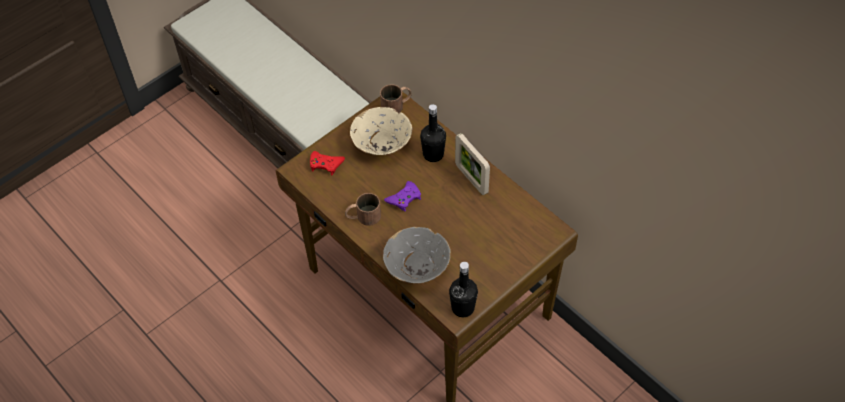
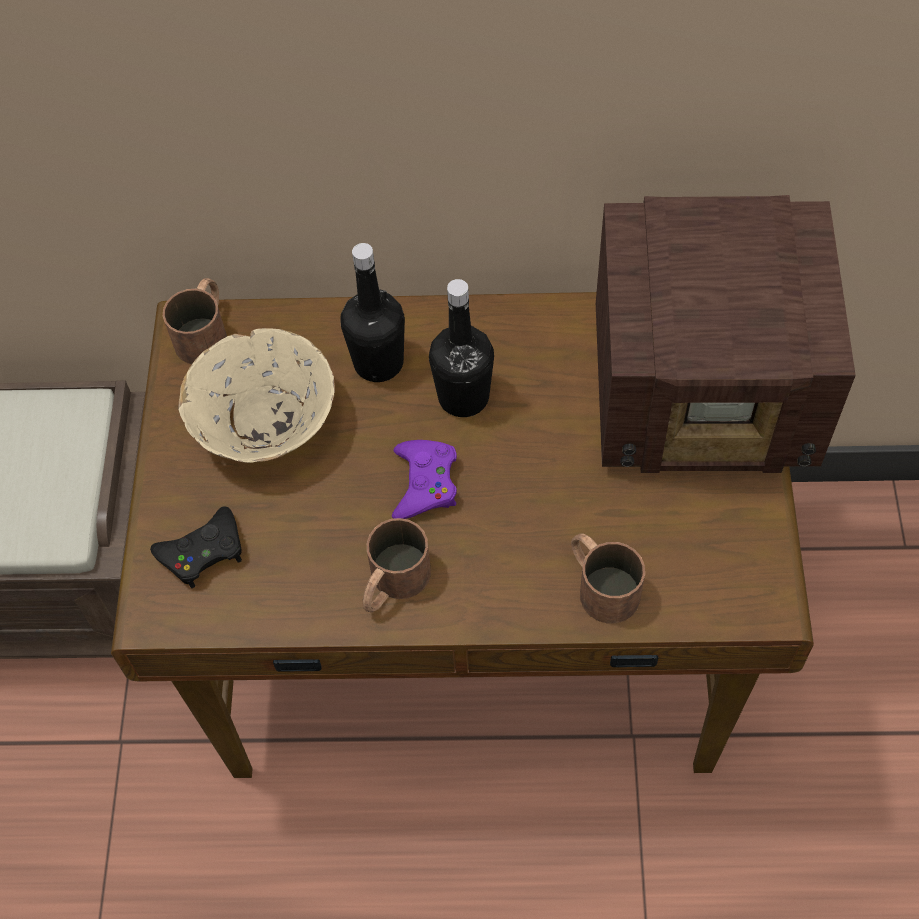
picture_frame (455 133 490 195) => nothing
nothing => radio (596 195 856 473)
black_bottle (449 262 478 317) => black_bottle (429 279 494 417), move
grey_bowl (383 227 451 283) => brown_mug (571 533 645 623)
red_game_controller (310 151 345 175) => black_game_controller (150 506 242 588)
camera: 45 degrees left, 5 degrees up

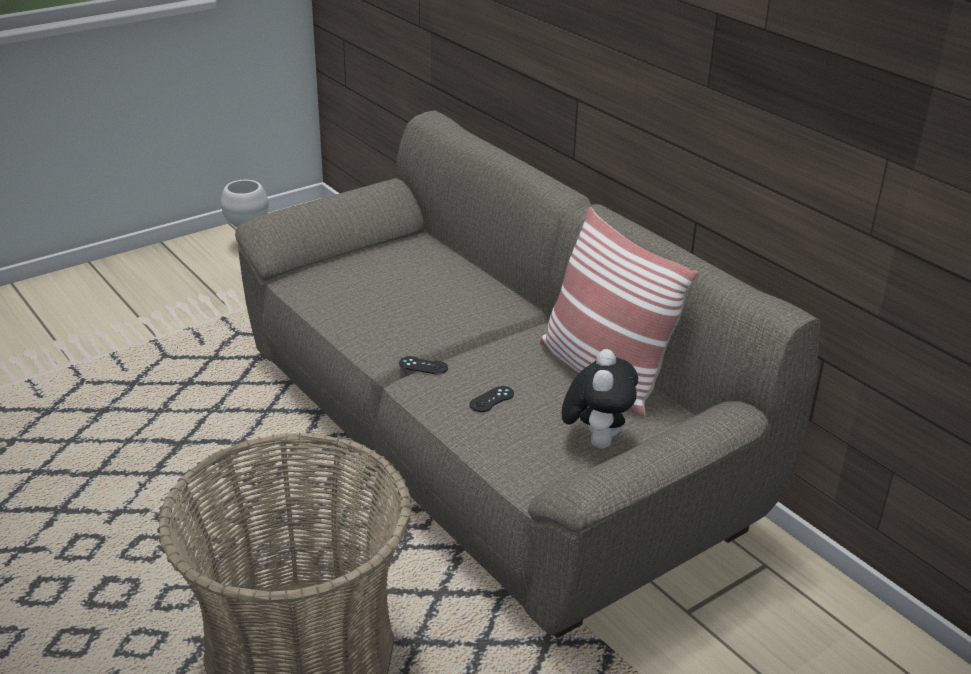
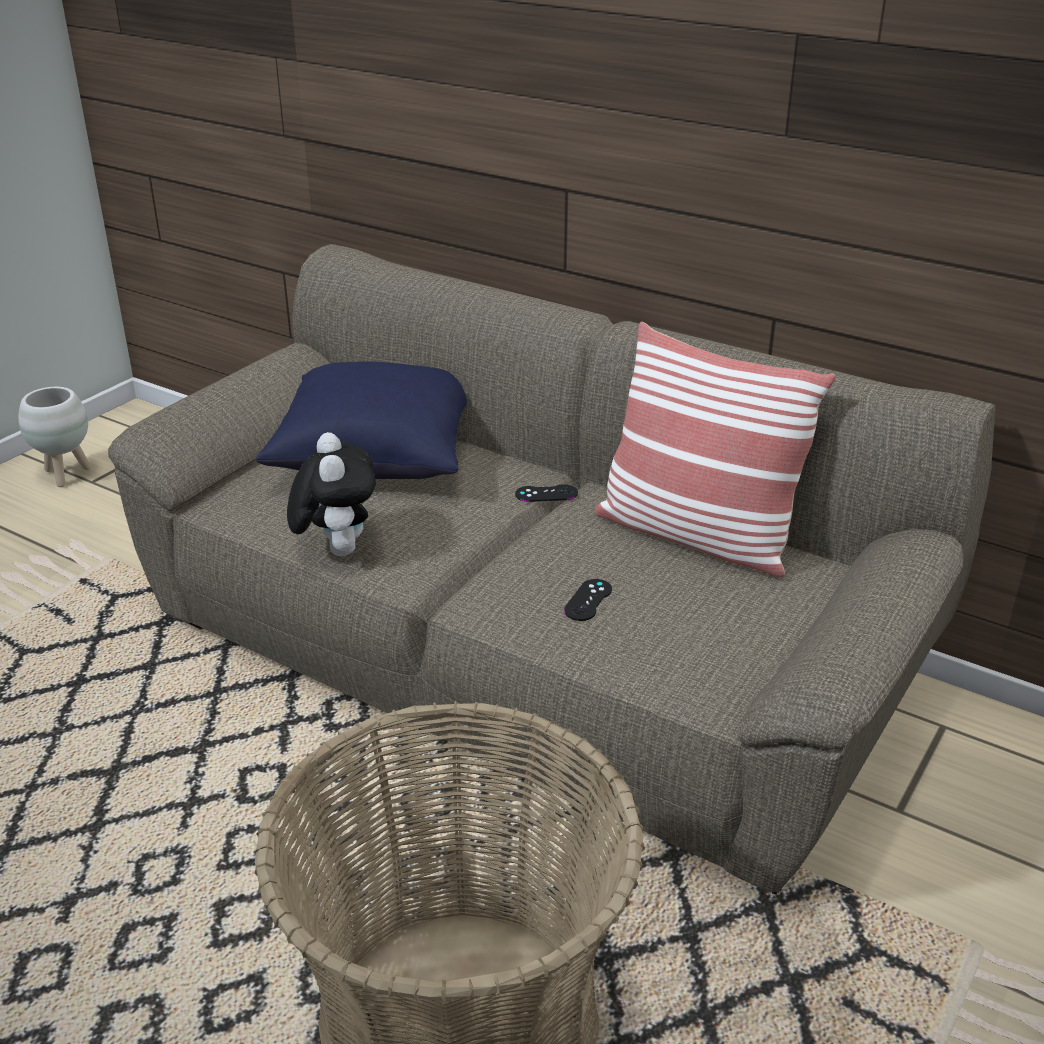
nothing => blue_pillow (256 361 467 479)
black_game_controller (399 356 448 374) => black_game_controller (515 484 578 502), move
plush_toy (562 349 638 448) => plush_toy (287 432 376 556), move
camera: 20 degrees left, 0 degrees up

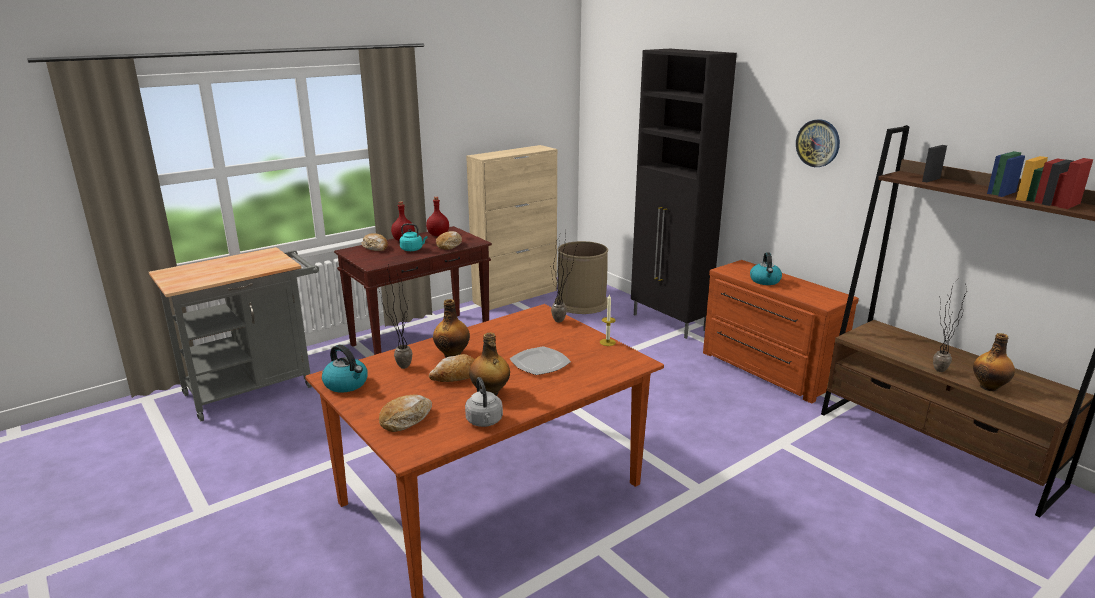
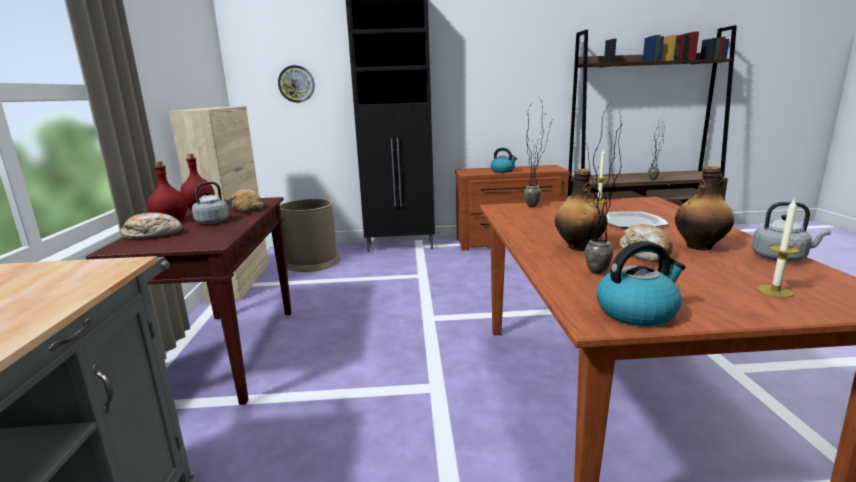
bottle (973 333 1015 391) => nothing
wall_clock (796 119 840 167) => wall_clock (278 65 315 103), move
bread (379 394 432 432) => candle (758 198 800 298)
turquoise_kettle (399 223 427 251) => grey_kettle (192 182 235 224)
camera: 55 degrees left, 5 degrees down

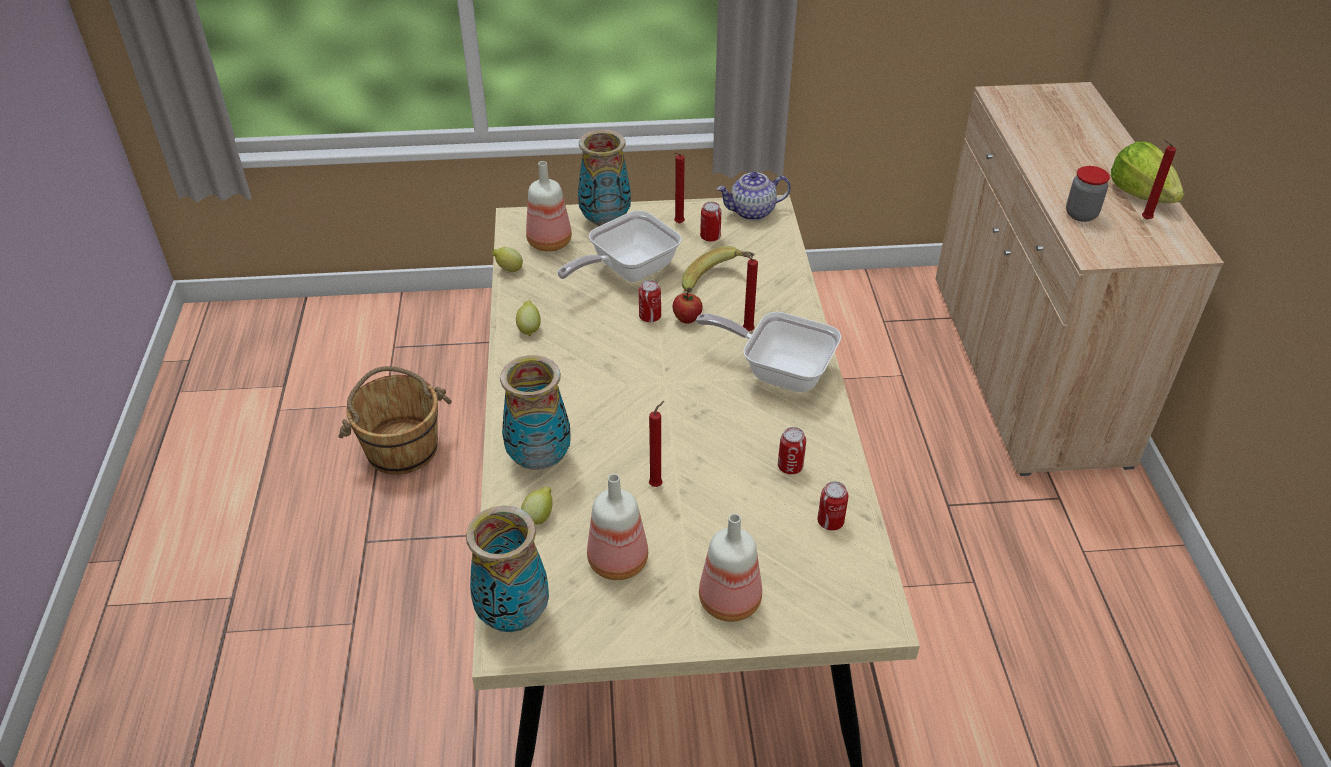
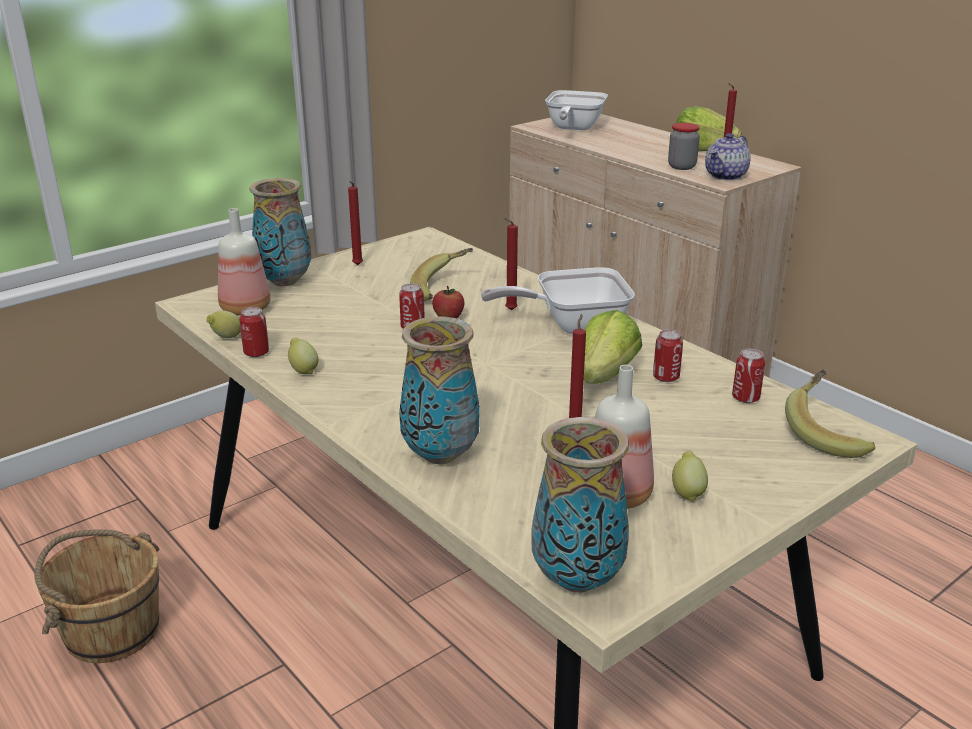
bottle (699 514 762 622) => nothing
nothing => lettuce (584 310 642 384)
nothing => banana (785 369 875 458)
lemon (521 487 553 524) => lemon (672 451 708 502), move
frying_pan (558 210 682 282) => frying_pan (545 90 608 130), move
can (700 201 721 242) => can (239 307 269 357), move
teapot (717 172 791 221) => teapot (705 133 750 181), move
camera: 35 degrees left, 15 degrees down

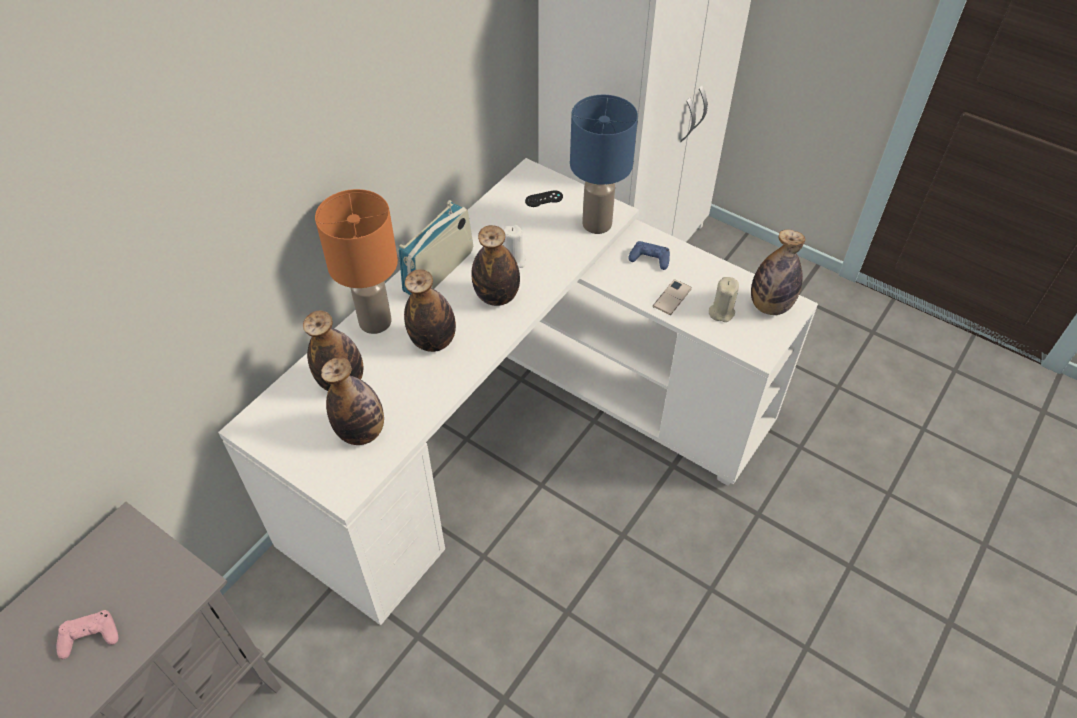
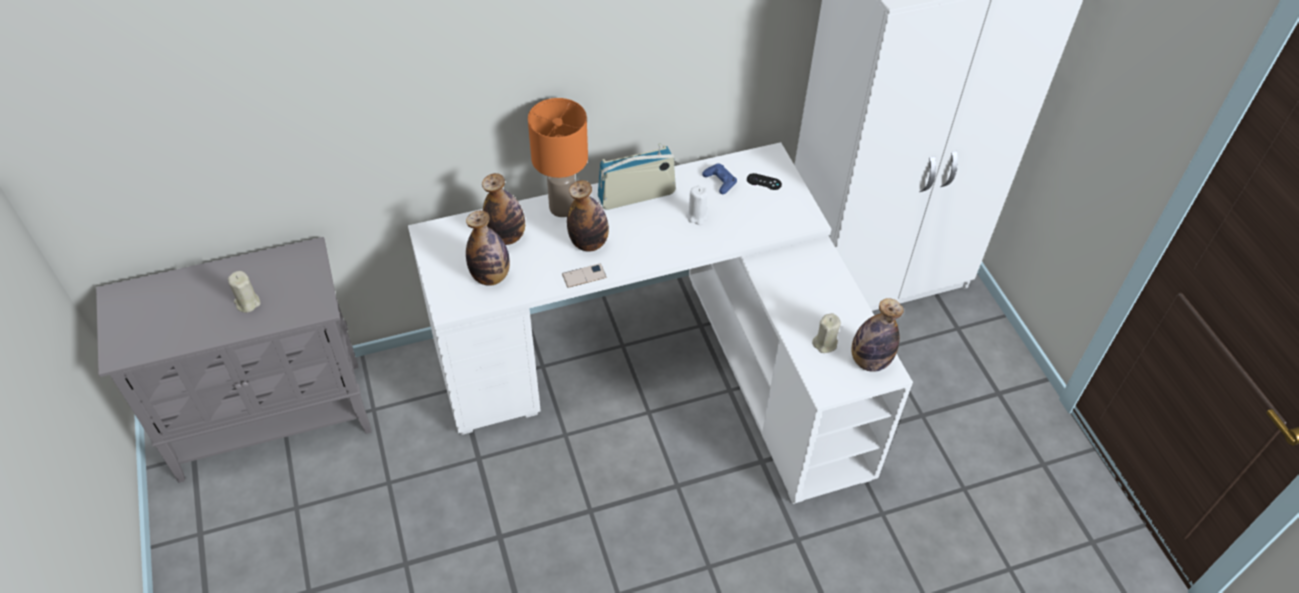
bottle (471 225 520 306) => nothing
blue_table_lamp (570 95 638 234) => nothing
blue_game_controller (628 241 670 270) => blue_game_controller (702 163 737 194), move
phone (653 279 692 315) => phone (562 264 606 288), move
pink_game_controller (57 610 118 659) => beige_candle (228 271 260 313)
camera: 35 degrees right, 0 degrees up

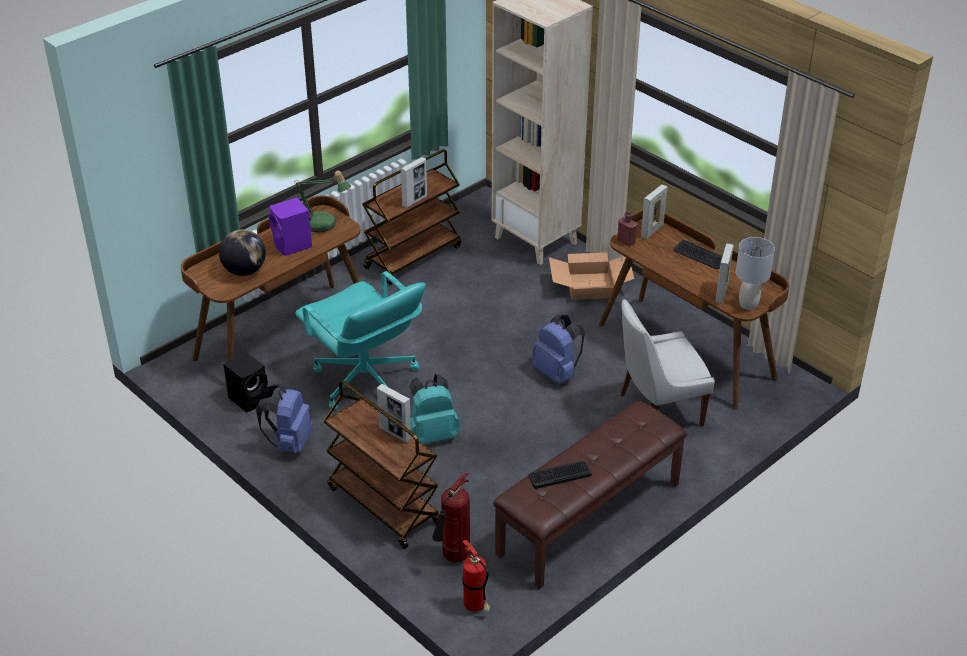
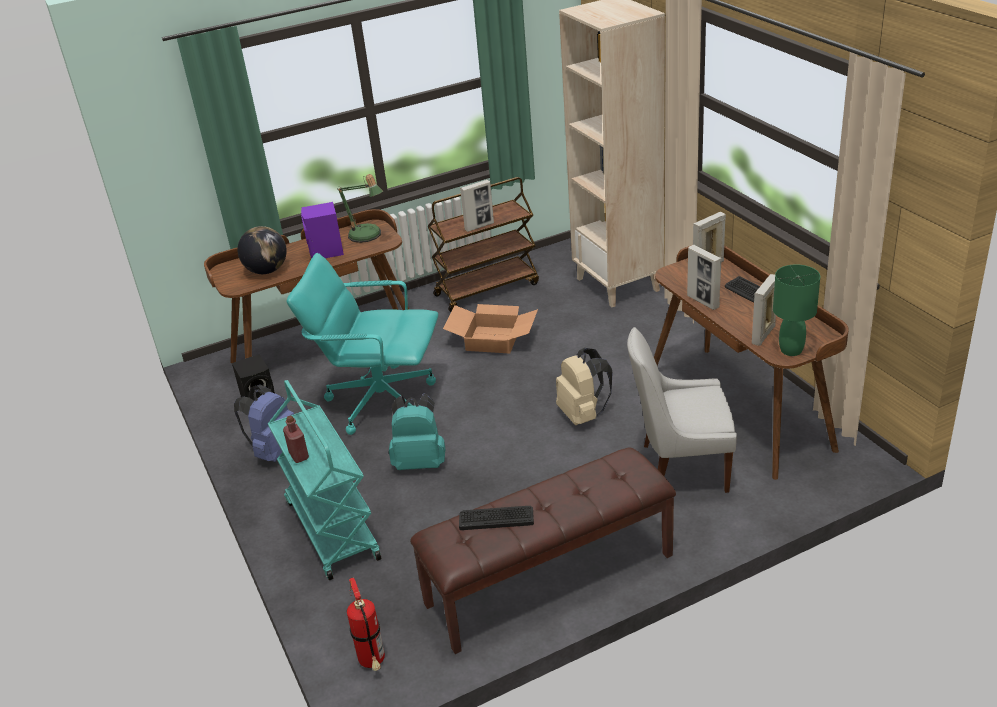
fire_extinguisher (432 472 470 563) => nothing
picture_frame (377 384 411 443) => picture_frame (687 245 722 310), move
cardboard_box (549 253 634 300) => cardboard_box (443 304 538 353), move
red_bottle (617 210 637 246) => red_bottle (283 416 309 463), move
brown_cart (323 380 439 549) => turquoise_cart (268 380 381 580)
blue_backpack (532 314 585 384) => beige_backpack (556 348 613 425)
grey_table_lamp (736 237 775 310) => green_table_lamp (773 264 820 356)
turquoise_office_chair (295 271 426 410) => turquoise_office_chair (287 253 438 435), 120 degrees clockwise
camera: 20 degrees right, 5 degrees down

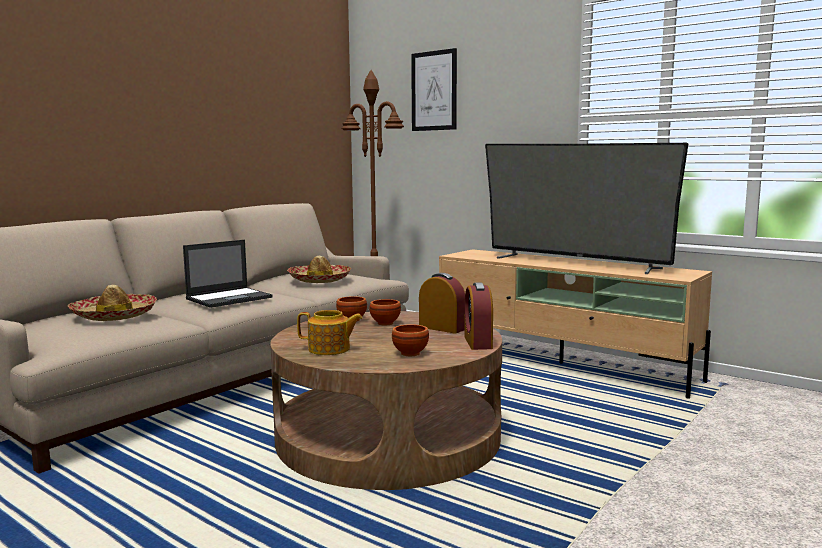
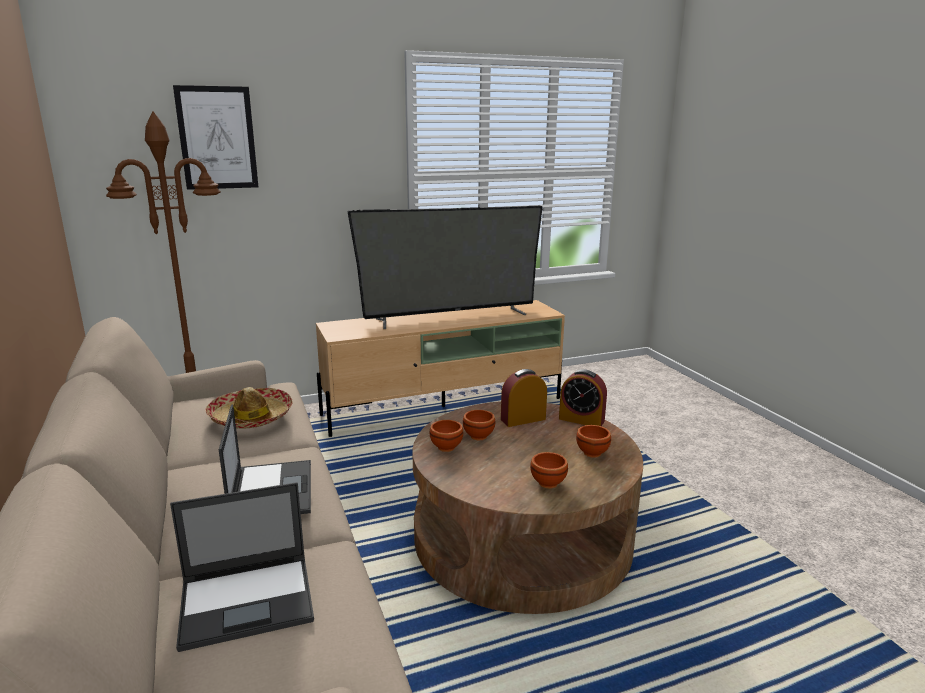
hat (67 285 157 321) => laptop (170 482 314 652)
teapot (297 310 363 355) => brown_bowl (530 452 568 488)
camera: 60 degrees left, 10 degrees up

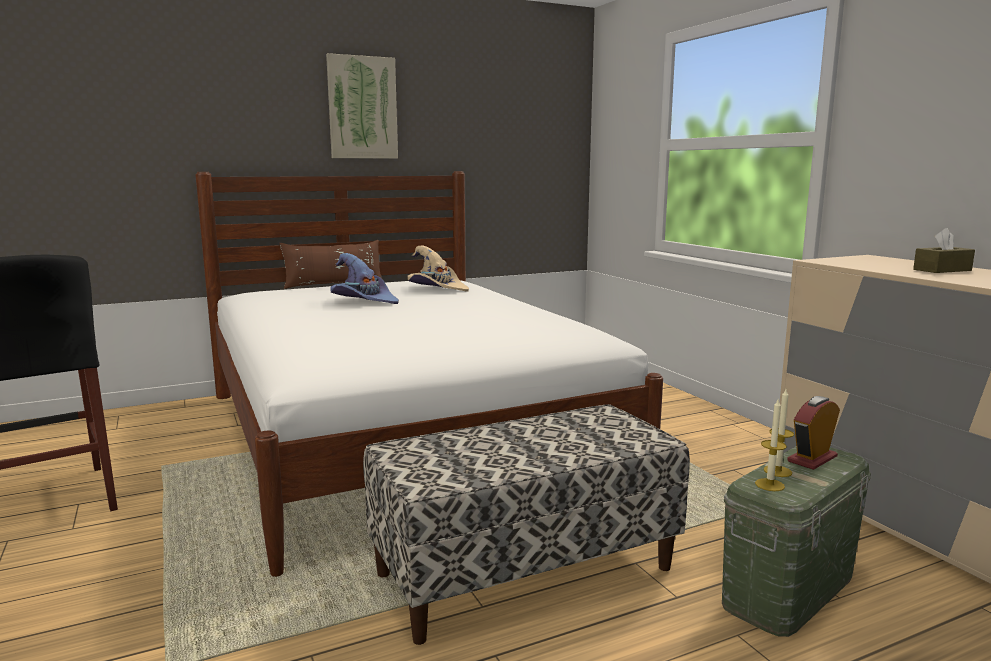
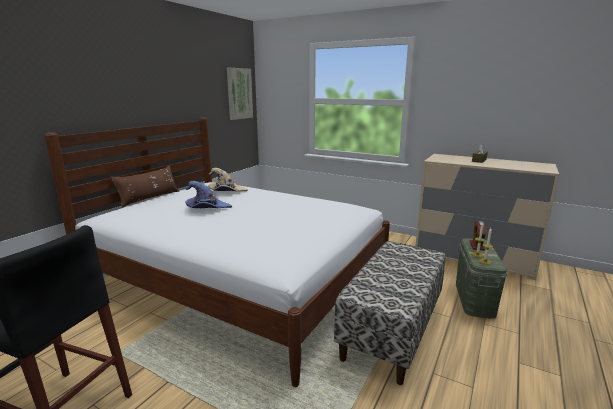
picture (326 53 398 159) => picture (227 68 253 120), move
camera: 35 degrees left, 5 degrees up

